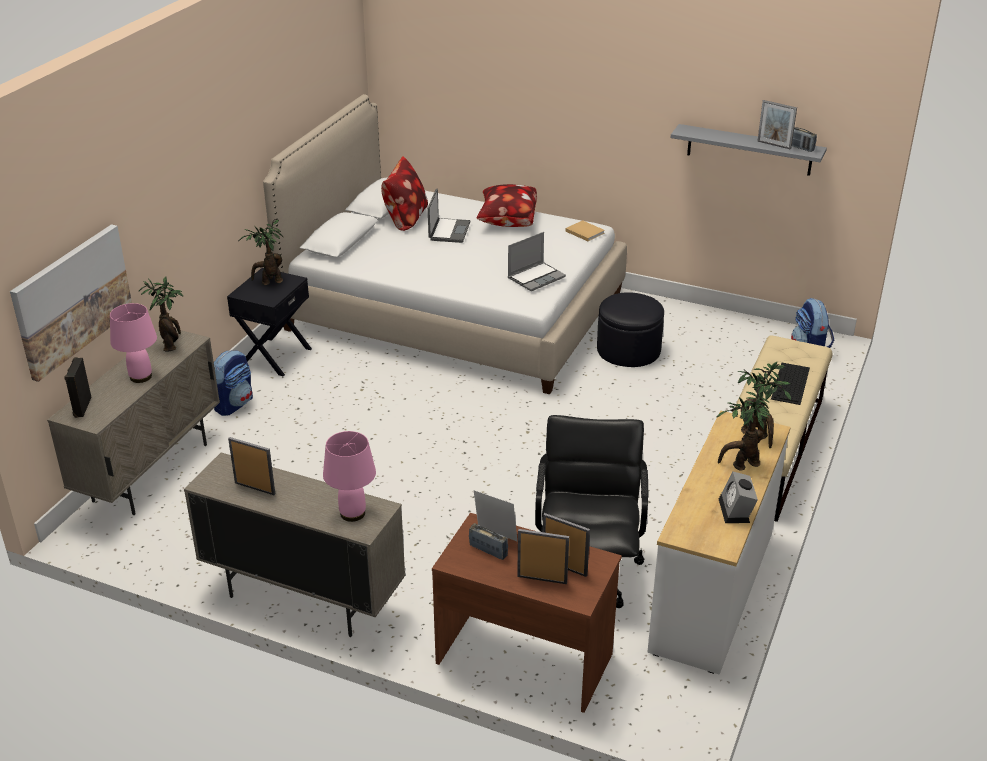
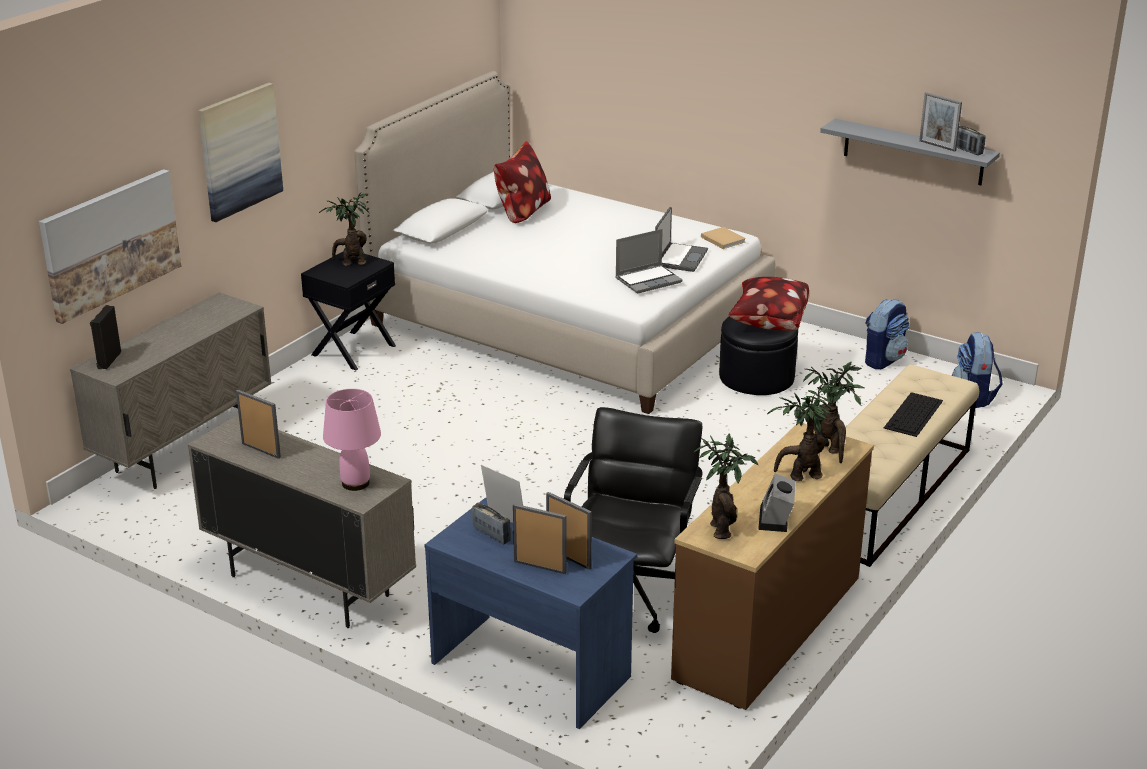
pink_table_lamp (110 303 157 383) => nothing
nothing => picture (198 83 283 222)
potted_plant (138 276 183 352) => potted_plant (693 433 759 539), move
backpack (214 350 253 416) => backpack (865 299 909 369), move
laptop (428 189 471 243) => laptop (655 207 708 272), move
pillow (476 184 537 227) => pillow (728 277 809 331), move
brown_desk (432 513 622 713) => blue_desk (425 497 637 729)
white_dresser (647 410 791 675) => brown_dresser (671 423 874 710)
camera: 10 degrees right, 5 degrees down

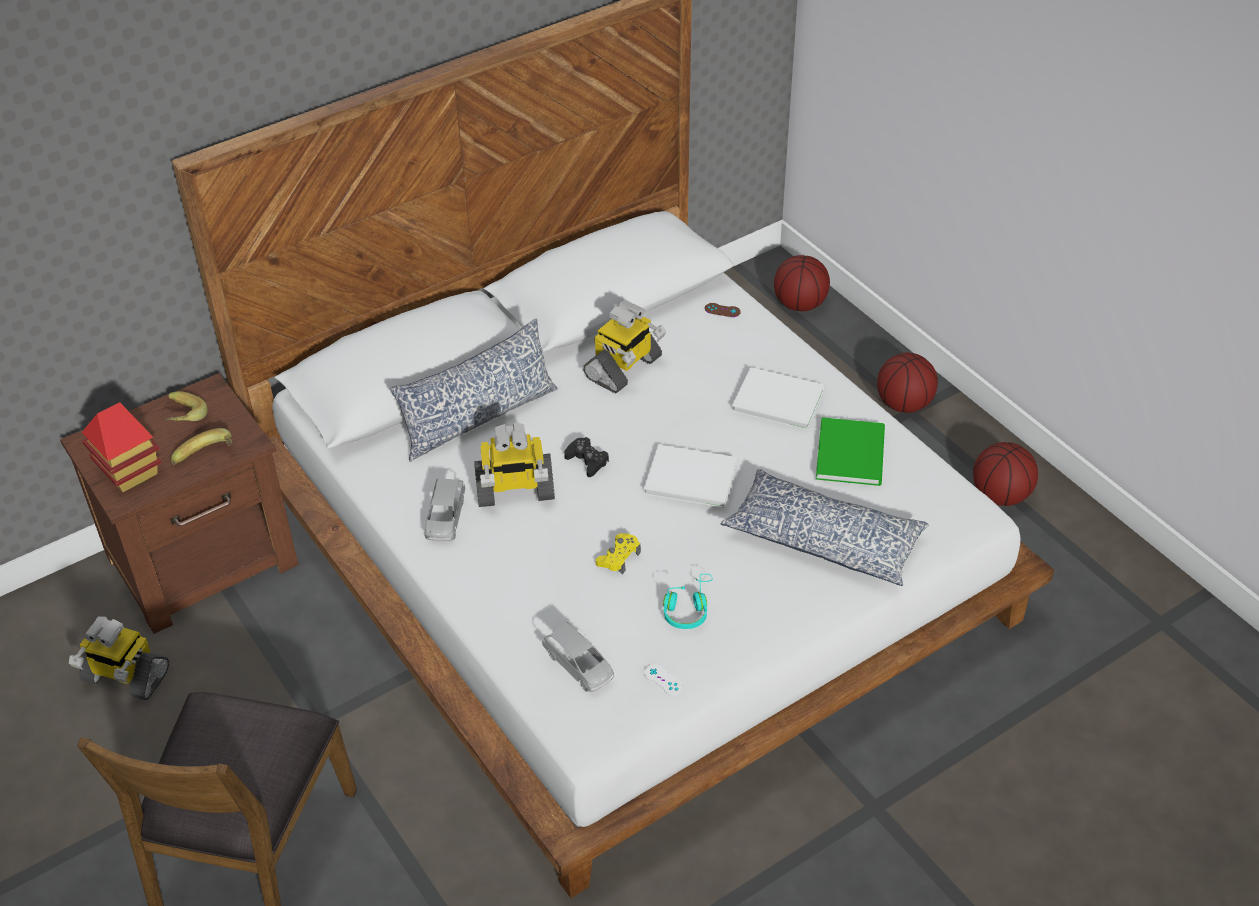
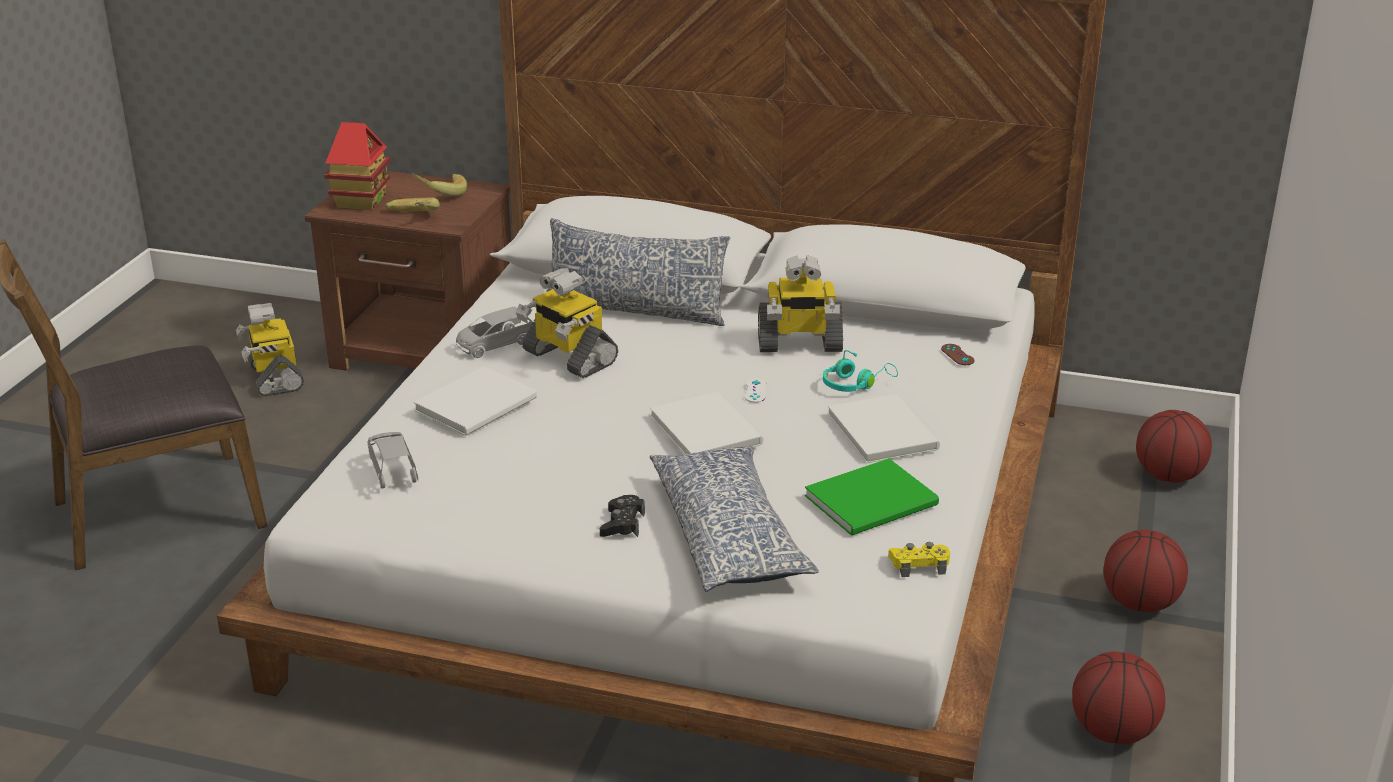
nothing => white_book (414 366 537 436)
black_game_controller (564 437 609 477) => black_game_controller (600 495 645 537), move
yellow_game_controller (596 533 641 574) => yellow_game_controller (888 542 950 577), move
white_game_controller (644 664 683 695) => white_game_controller (745 378 766 403), move
turquoise_headphones (663 574 713 629) => turquoise_headphones (823 350 898 392), move
grey_toy_car (542 622 614 692) => grey_toy_car (368 432 418 489), 150 degrees clockwise
camera: 50 degrees right, 15 degrees down

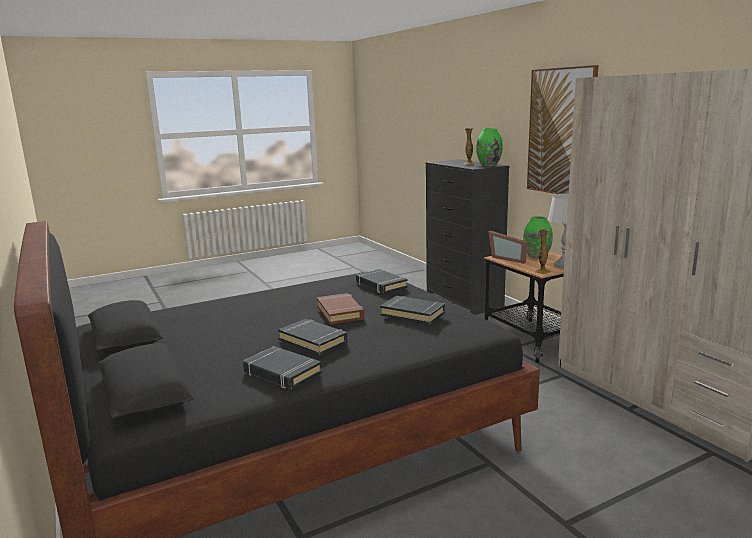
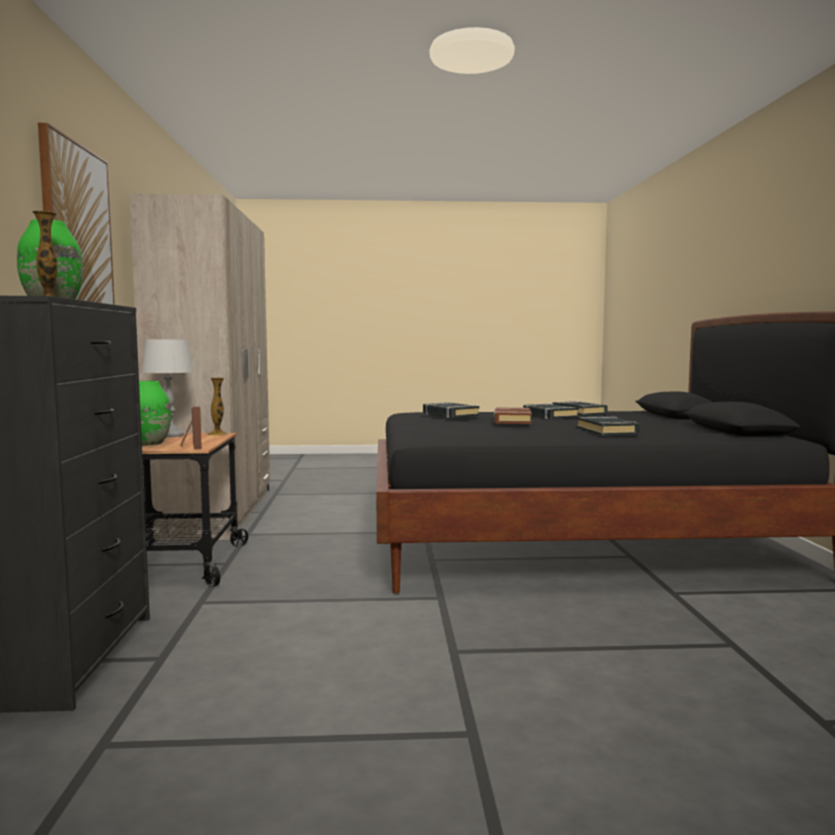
black_book (356 269 408 294) => black_book (577 416 640 436), move
camera: 155 degrees left, 10 degrees down

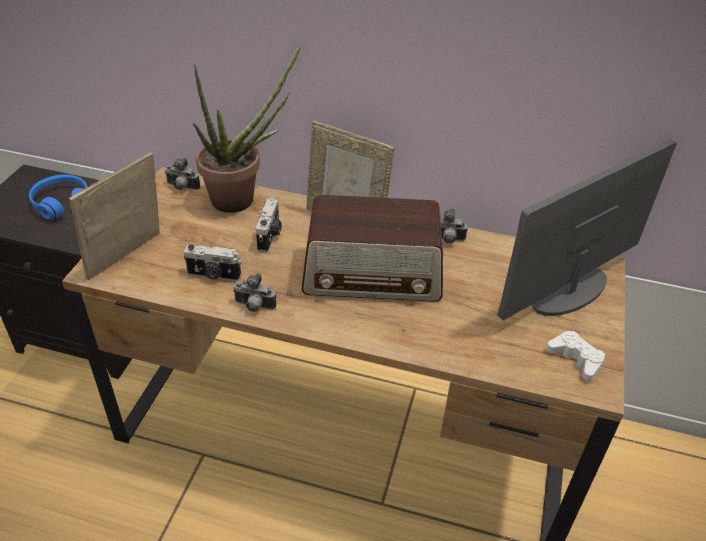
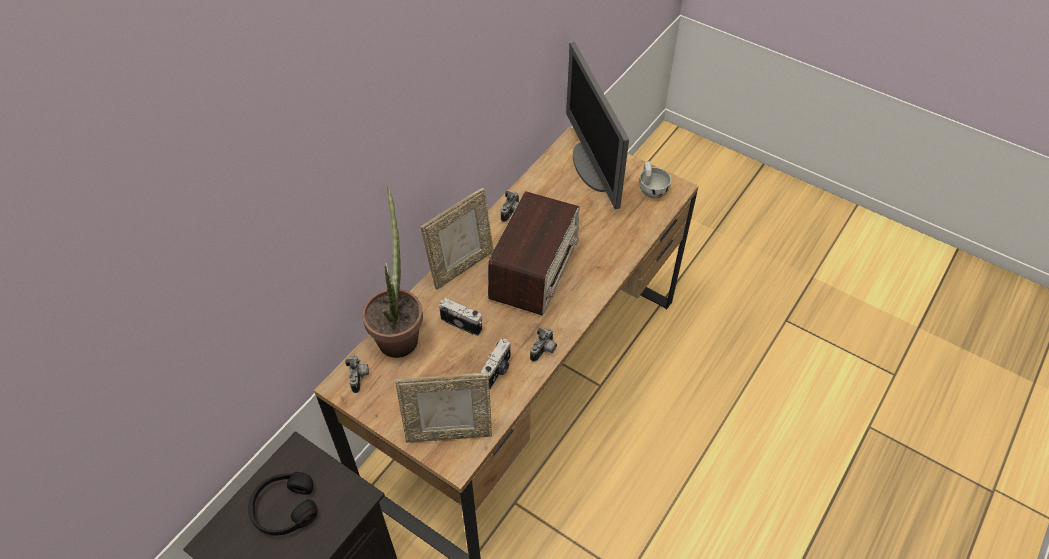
white_game_controller (546 331 605 381) => white_cup (639 161 671 198)
blue_headphones (29 174 87 220) => black_headphones (248 472 318 536)
picture_frame (69 152 160 280) => picture_frame (395 373 492 443), 60 degrees counterclockwise
photo_camera (165 158 200 190) => photo_camera (345 355 369 393), 45 degrees counterclockwise
camera: 70 degrees left, 10 degrees up

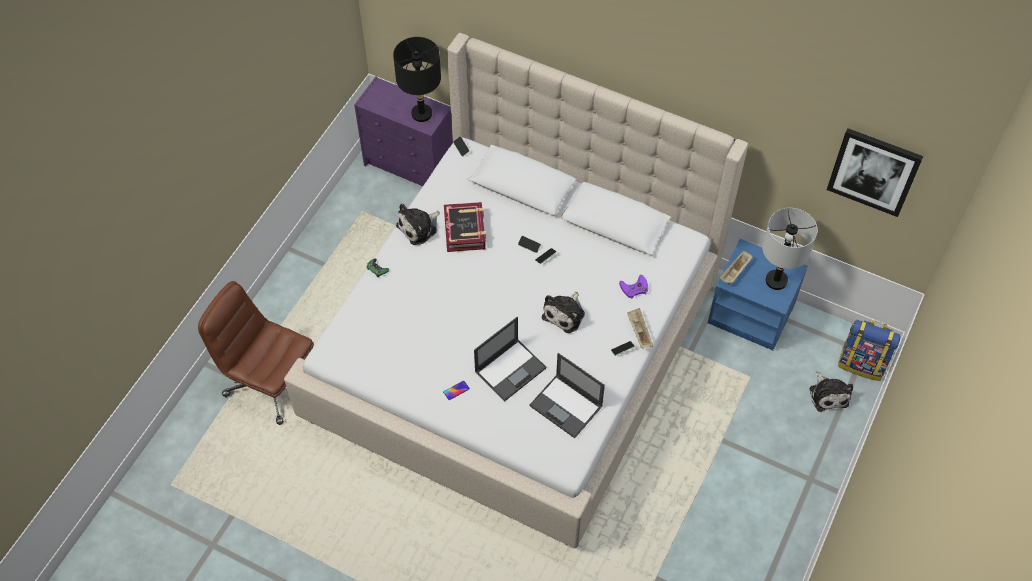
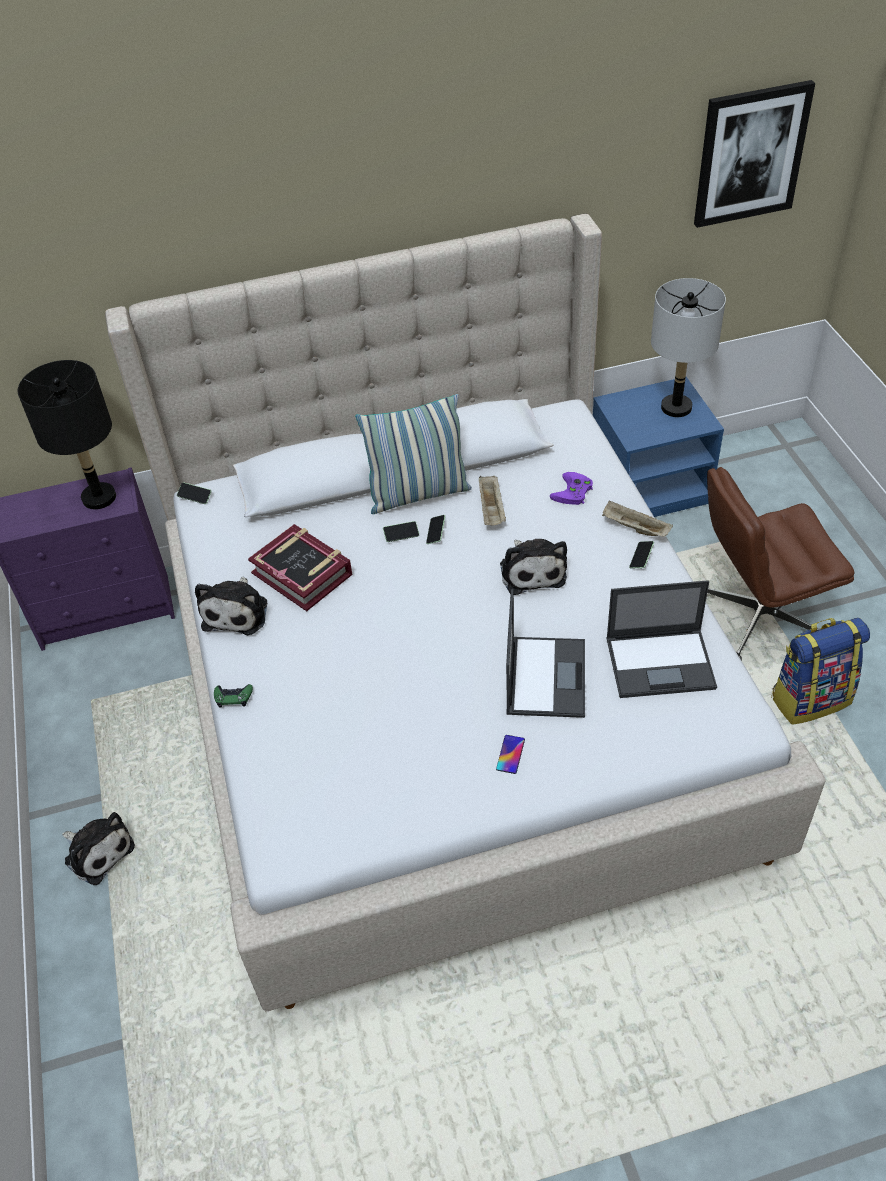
nothing => pillow (355 394 472 514)
brown_office_chair (198 281 314 425) => brown_office_chair (707 467 854 661), move
beige_tray (720 250 753 284) => beige_tray (479 475 506 525), move
plush_toy (810 372 853 412) => plush_toy (62 812 135 885), move
backpack (838 320 900 381) => backpack (771 618 870 725), move
camera: 40 degrees left, 10 degrees down

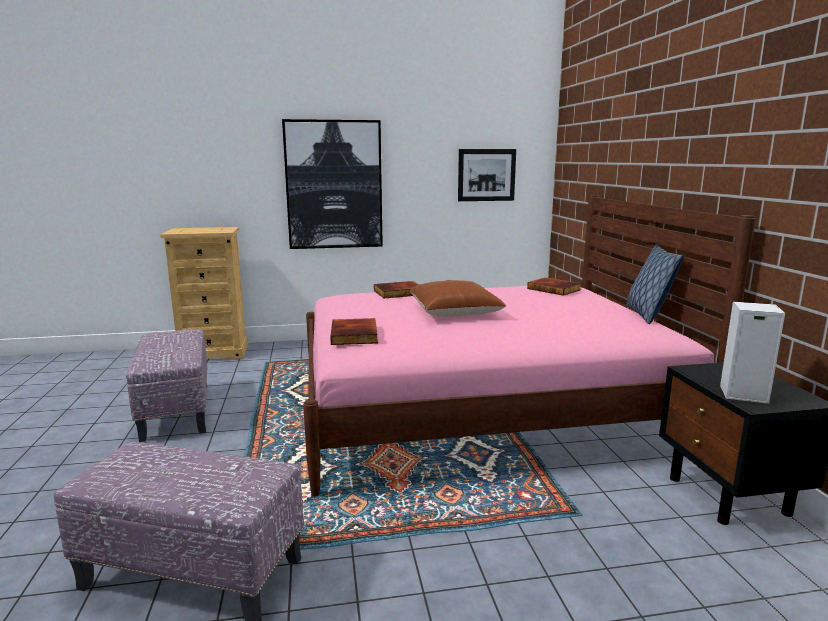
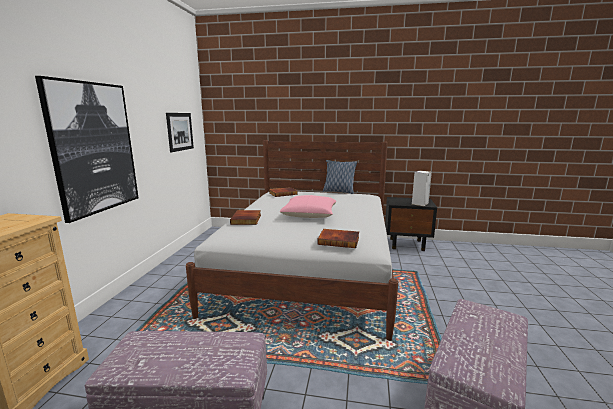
pink_bed (303 195 756 496) => white_bed (186 140 398 341)
brown_pillow (410 280 506 317) => pink_pillow (280 195 336 218)
camera: 70 degrees left, 0 degrees up

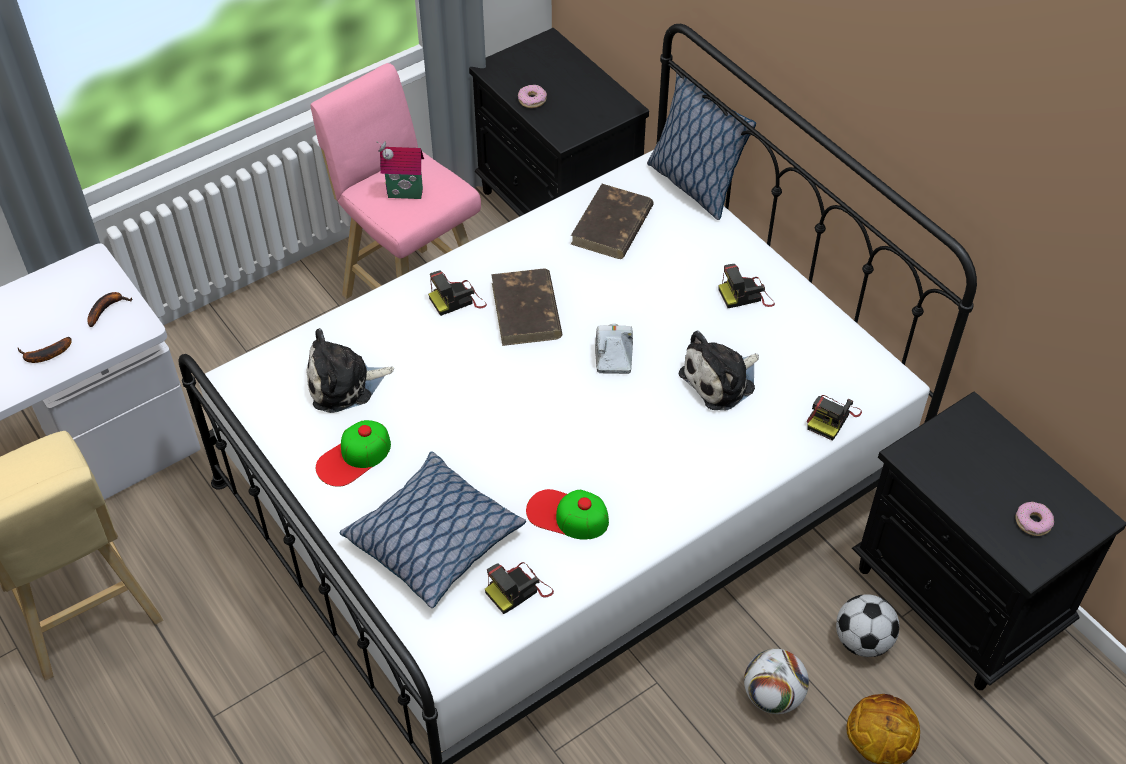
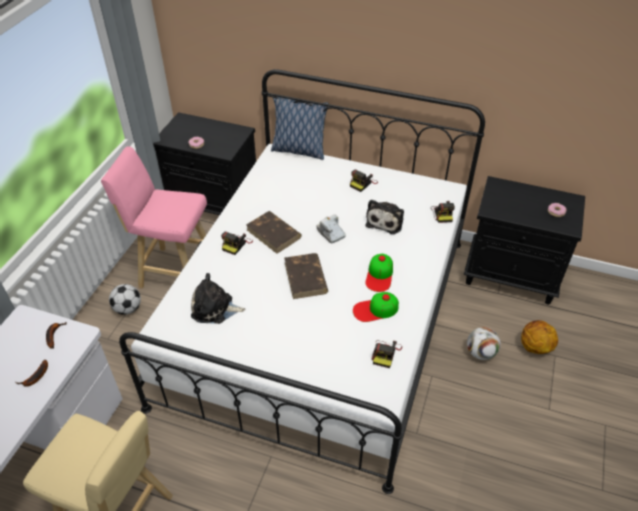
pillow (339 451 526 608) => nothing
toy_house (377 141 424 199) => nothing
cap (316 420 391 487) => cap (366 254 393 292), move
brown_book (571 184 654 259) => brown_book (284 253 328 299), move
football (836 594 899 657) => football (109 284 141 315), move
plush_toy (307 328 394 413) => plush_toy (191 273 246 324), 60 degrees clockwise
camera: 35 degrees left, 5 degrees down

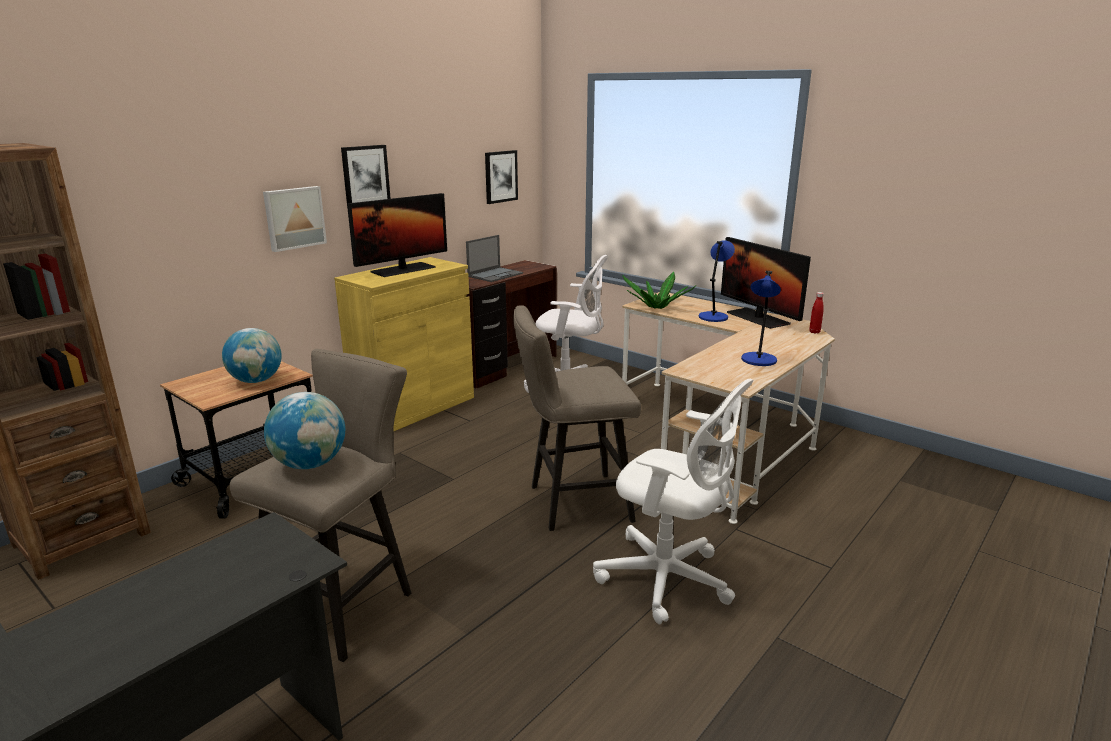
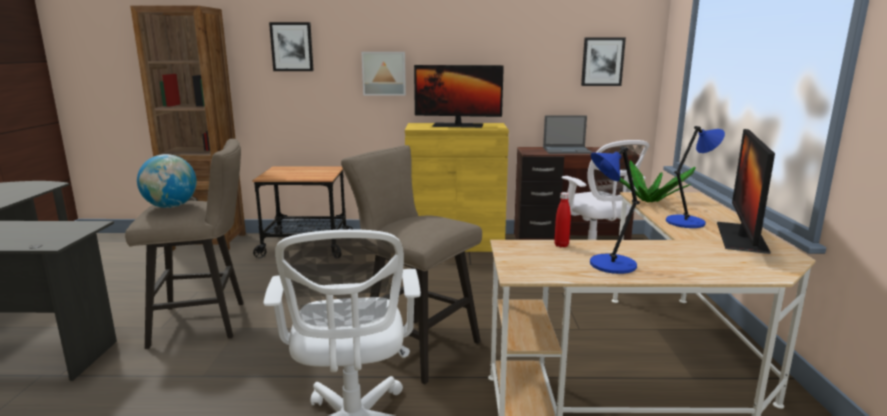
globe (222 328 282 383) => nothing
picture (341 145 391 209) => picture (269 22 314 71), move
red_bottle (809 292 824 334) => red_bottle (554 192 571 247), move
camera: 50 degrees right, 5 degrees down

